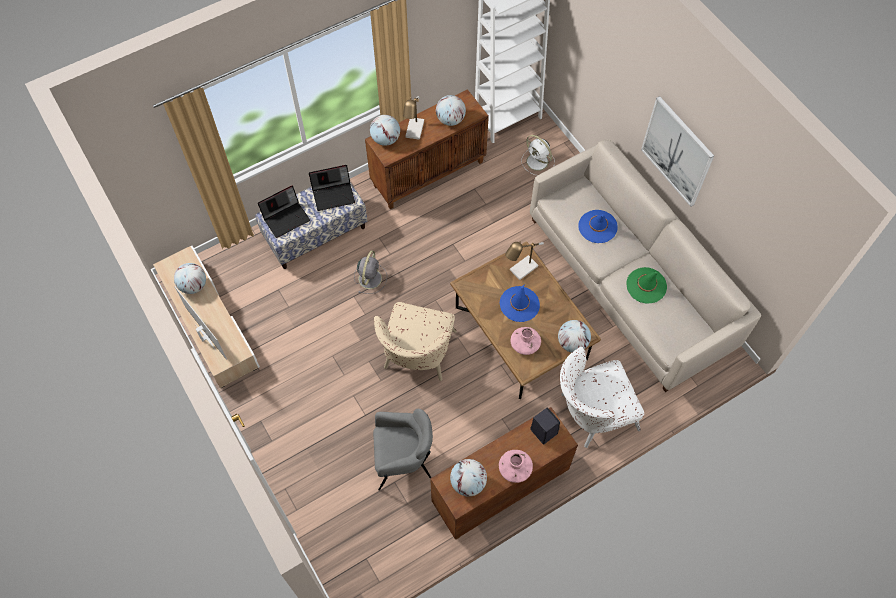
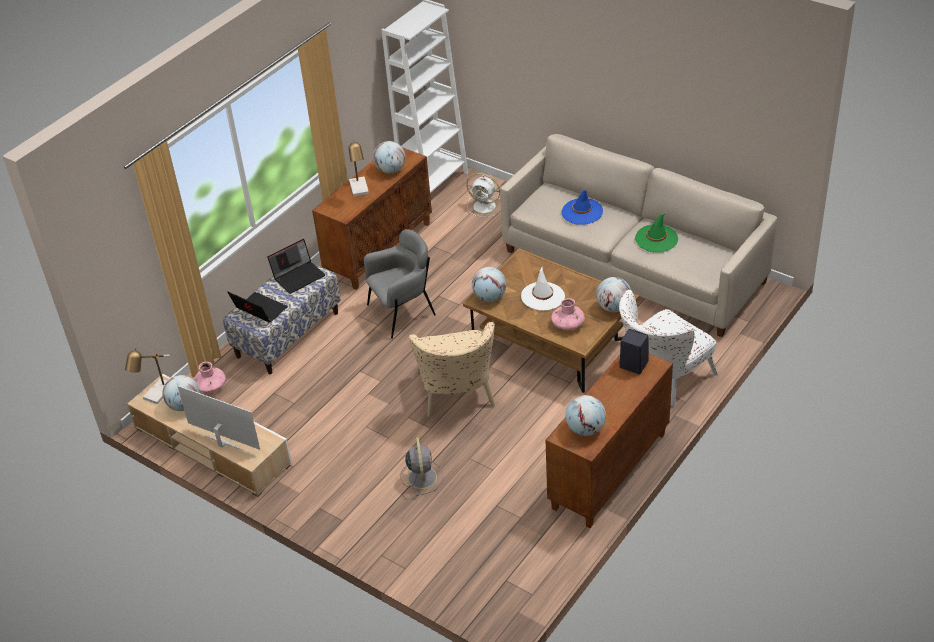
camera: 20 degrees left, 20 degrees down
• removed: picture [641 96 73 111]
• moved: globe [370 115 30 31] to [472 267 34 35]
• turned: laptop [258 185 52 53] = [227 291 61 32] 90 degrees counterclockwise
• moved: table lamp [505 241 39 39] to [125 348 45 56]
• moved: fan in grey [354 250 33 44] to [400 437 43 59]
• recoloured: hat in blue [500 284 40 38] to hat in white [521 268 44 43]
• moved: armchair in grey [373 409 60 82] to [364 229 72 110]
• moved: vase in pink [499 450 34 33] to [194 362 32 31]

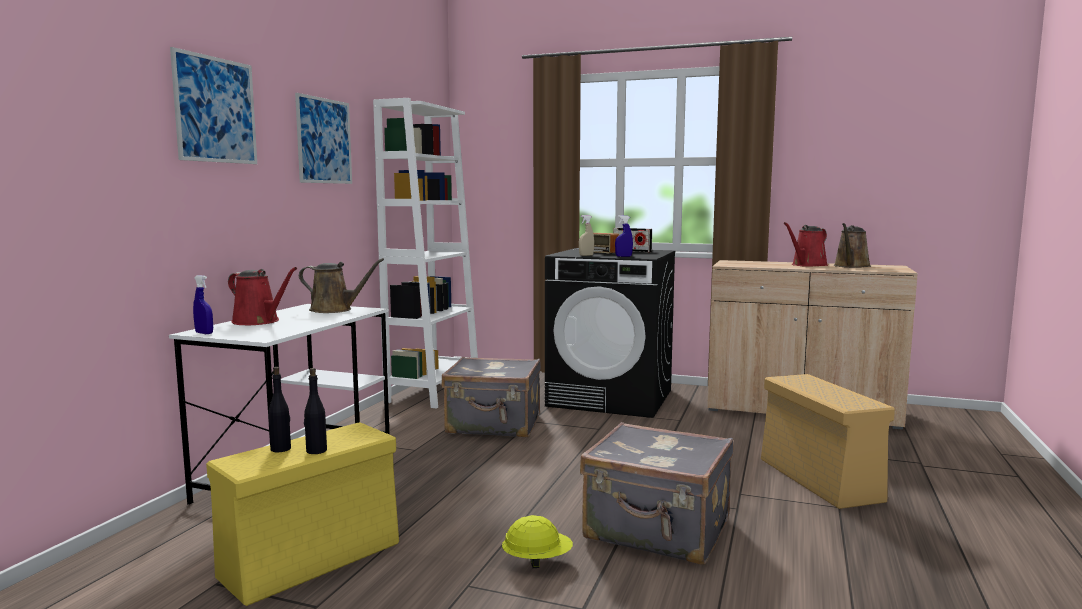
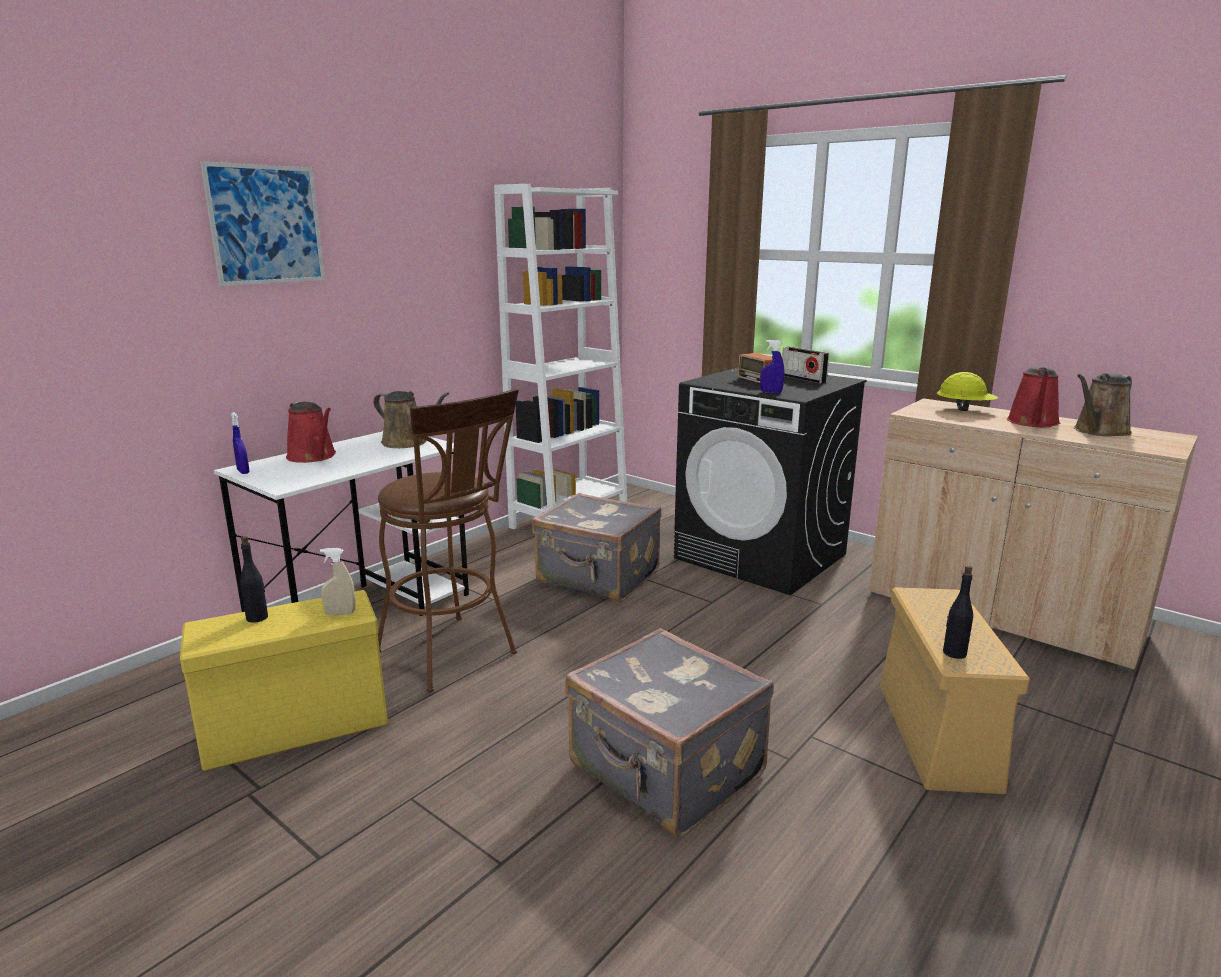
camera: 20 degrees right, 10 degrees up
• removed: picture [295 93 57 91]
• moved: spray bottle in beige [579 215 15 41] to [320 548 36 67]
• turned: watering can in red [784 222 44 45] = [1007 366 53 61] 45 degrees counterclockwise
• moved: bottle in black [304 368 23 86] to [943 565 30 94]
• moved: hard hat in yellow [502 515 71 53] to [937 372 61 39]
• added: stool in brown [378 389 141 303]

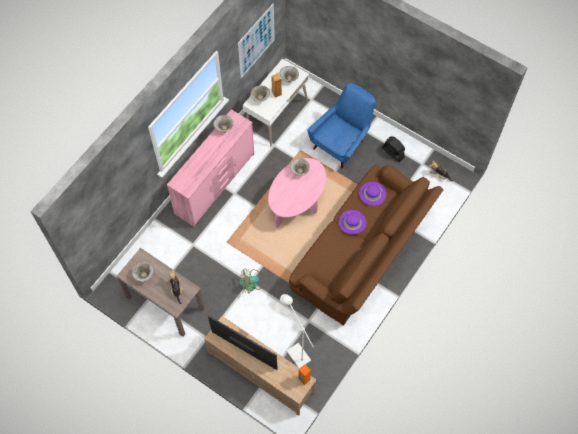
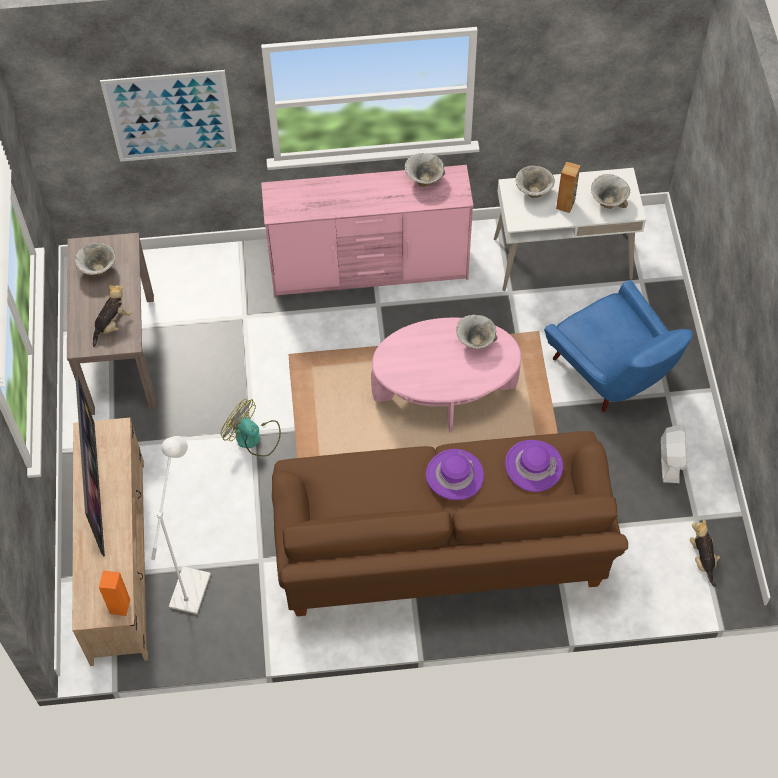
camera: 50 degrees right, 5 degrees down
• moved: picture [238 3 37 75] to [100 70 137 92]
• turned: armchair in blue [307 83 69 85] = [544 280 149 132] 60 degrees clockwise
• recoloured: fan in black [382 136 23 26] to fan in white [661 424 26 59]

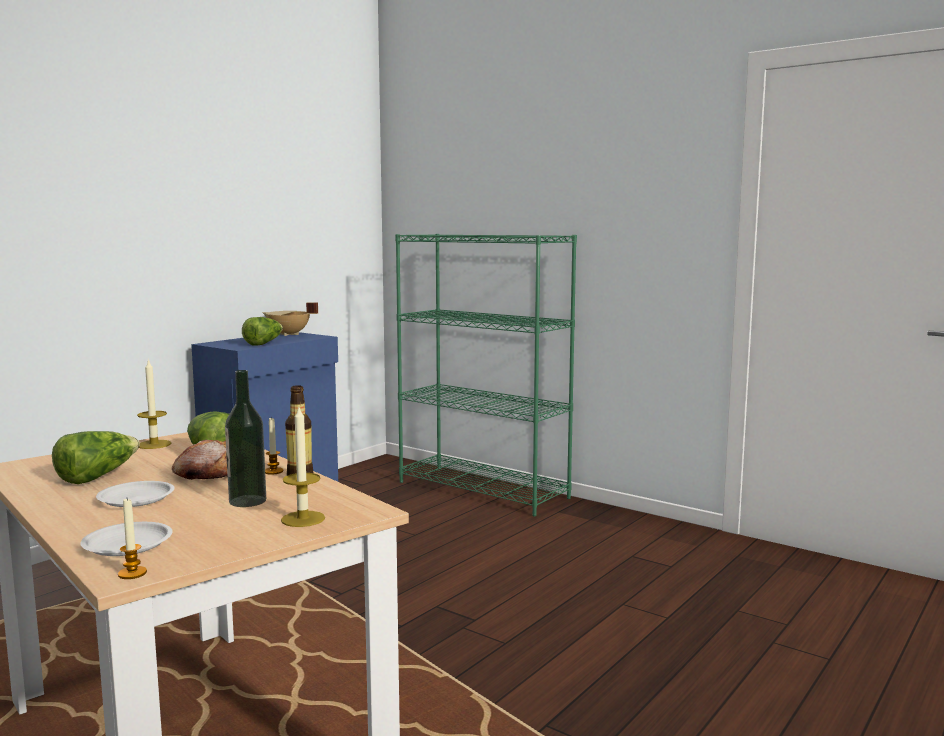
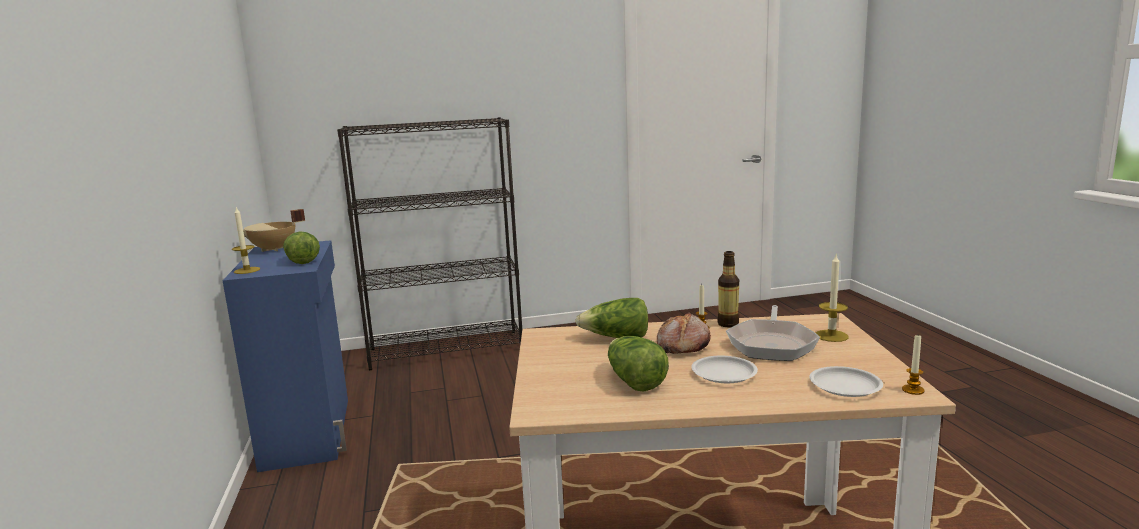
camera: 50 degrees left, 5 degrees up
• recoloured: bookcase in green [395 234 182 282] to bookcase in black [337 117 185 253]
• moved: candle [137 359 34 90] to [232 207 28 67]
• replaced: bottle [225 370 41 137] to frying pan [726 305 94 56]

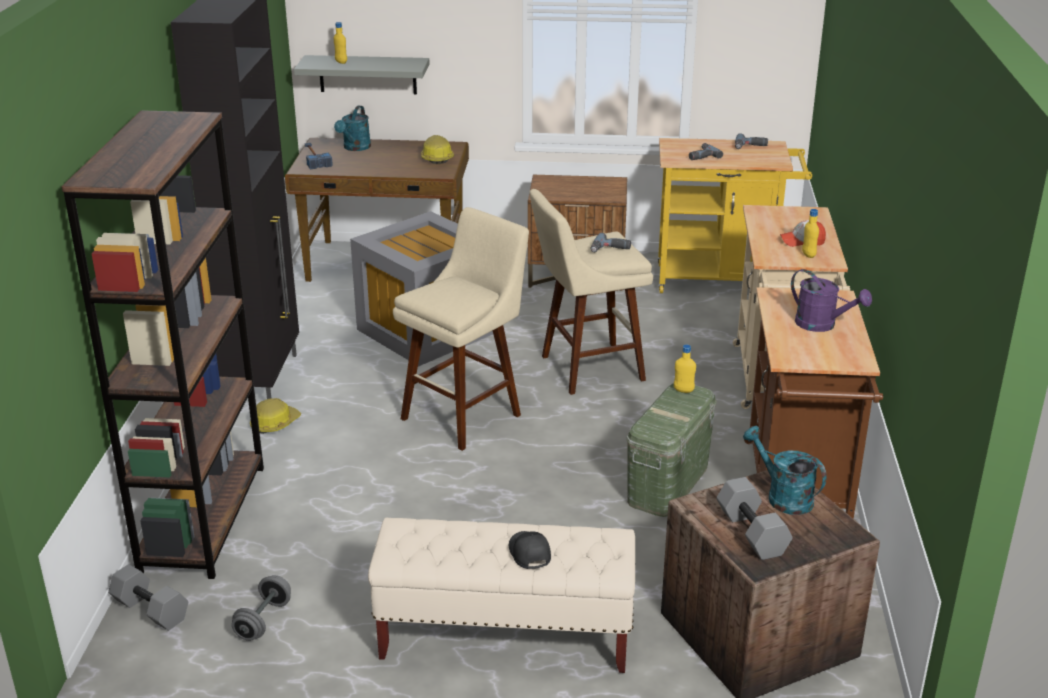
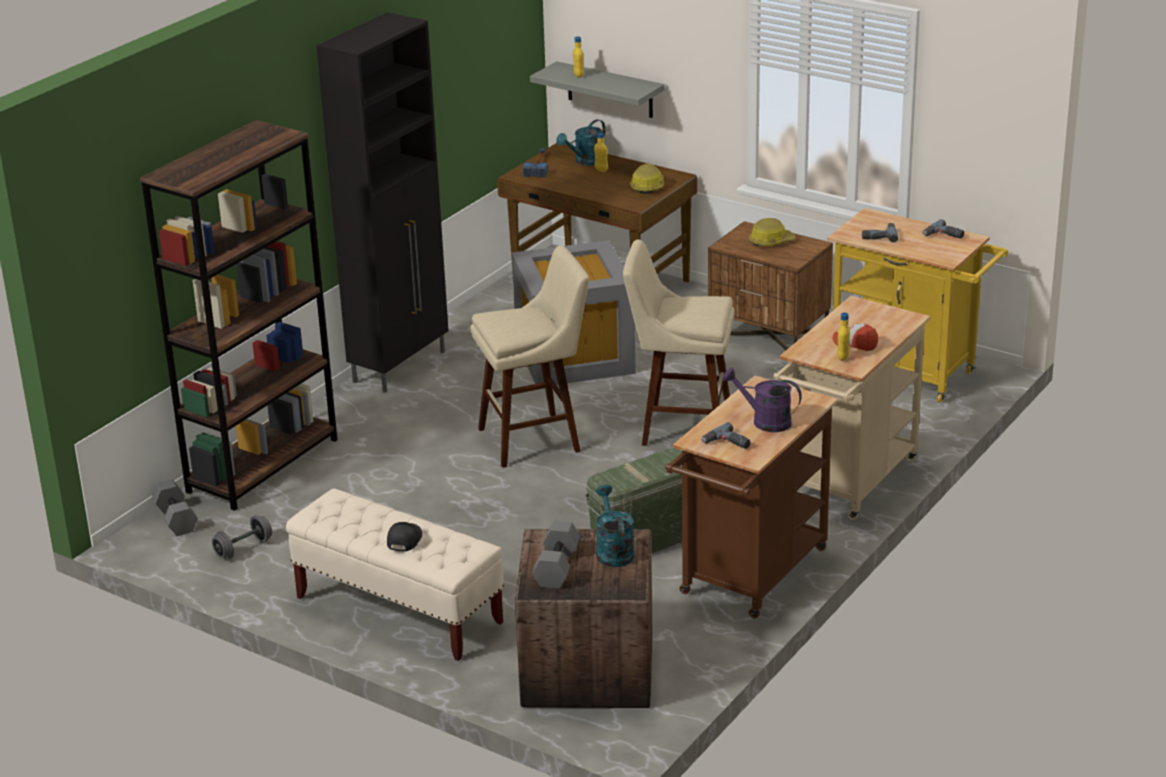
camera: 30 degrees right, 0 degrees up
• moved: power drill [590 233 41 19] to [702 422 49 27]
• turned: watering can in purple [791 269 81 63] = [722 367 80 65] 135 degrees clockwise
• moved: bottle in yellow [674 345 22 48] to [594 132 14 40]
• moved: hard hat [250 398 51 36] to [749 218 47 28]

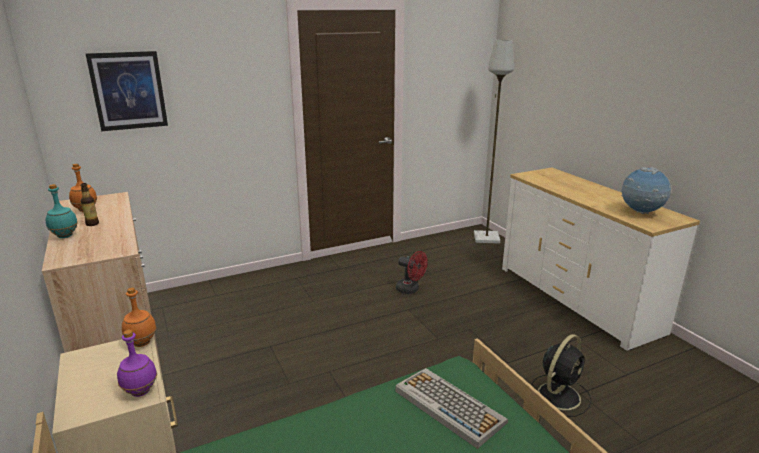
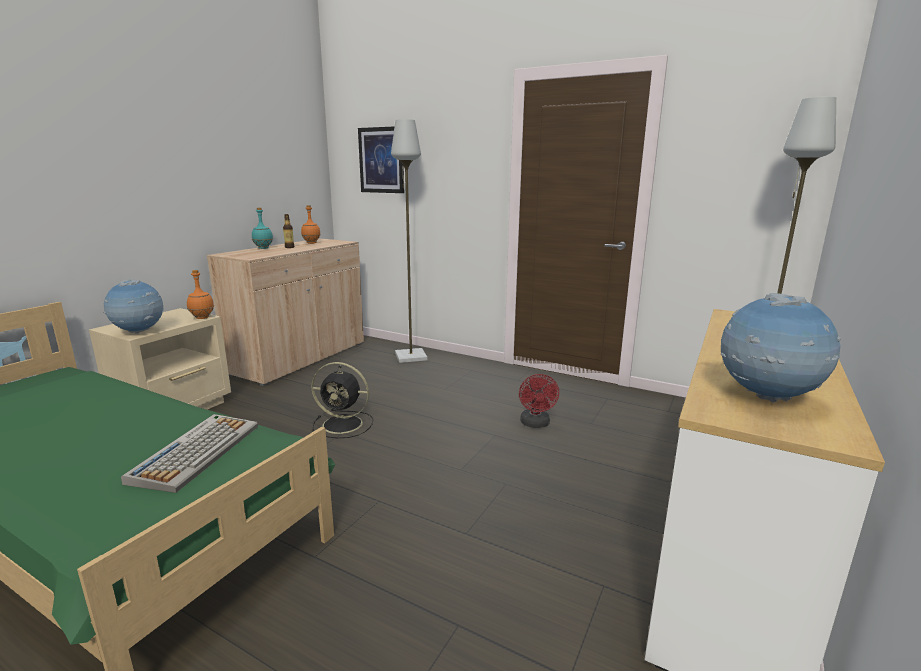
camera: 55 degrees right, 5 degrees down
• replaced: bottle in purple [117 330 40 67] to globe [103 279 61 55]
• moved: fan in black [531 334 61 83] to [311 362 62 76]
• added: floor lamp in grey [391 119 37 244]

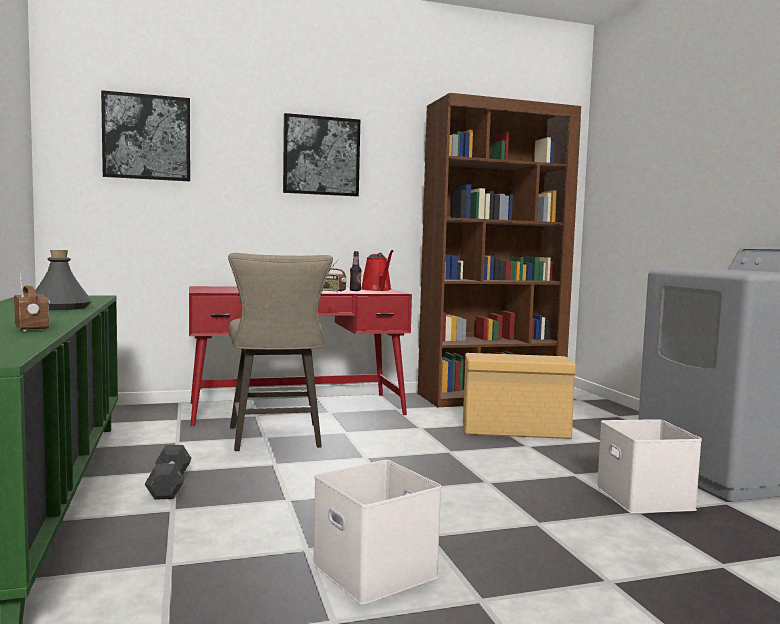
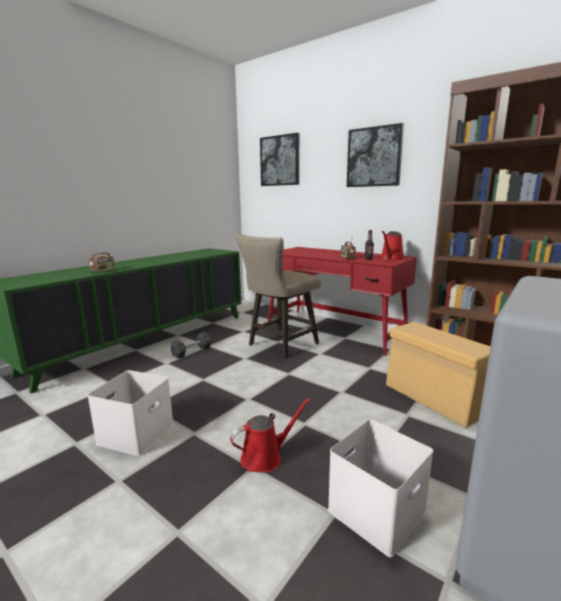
camera: 55 degrees right, 10 degrees up
• removed: bottle in grey [35 250 57 60]
• added: watering can in red [230 398 81 75]

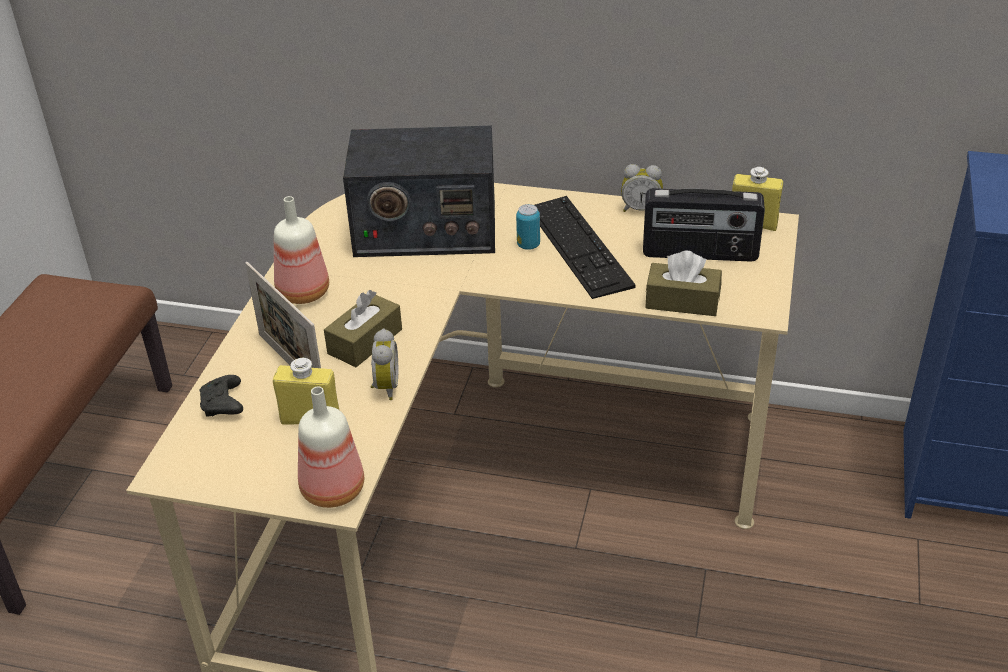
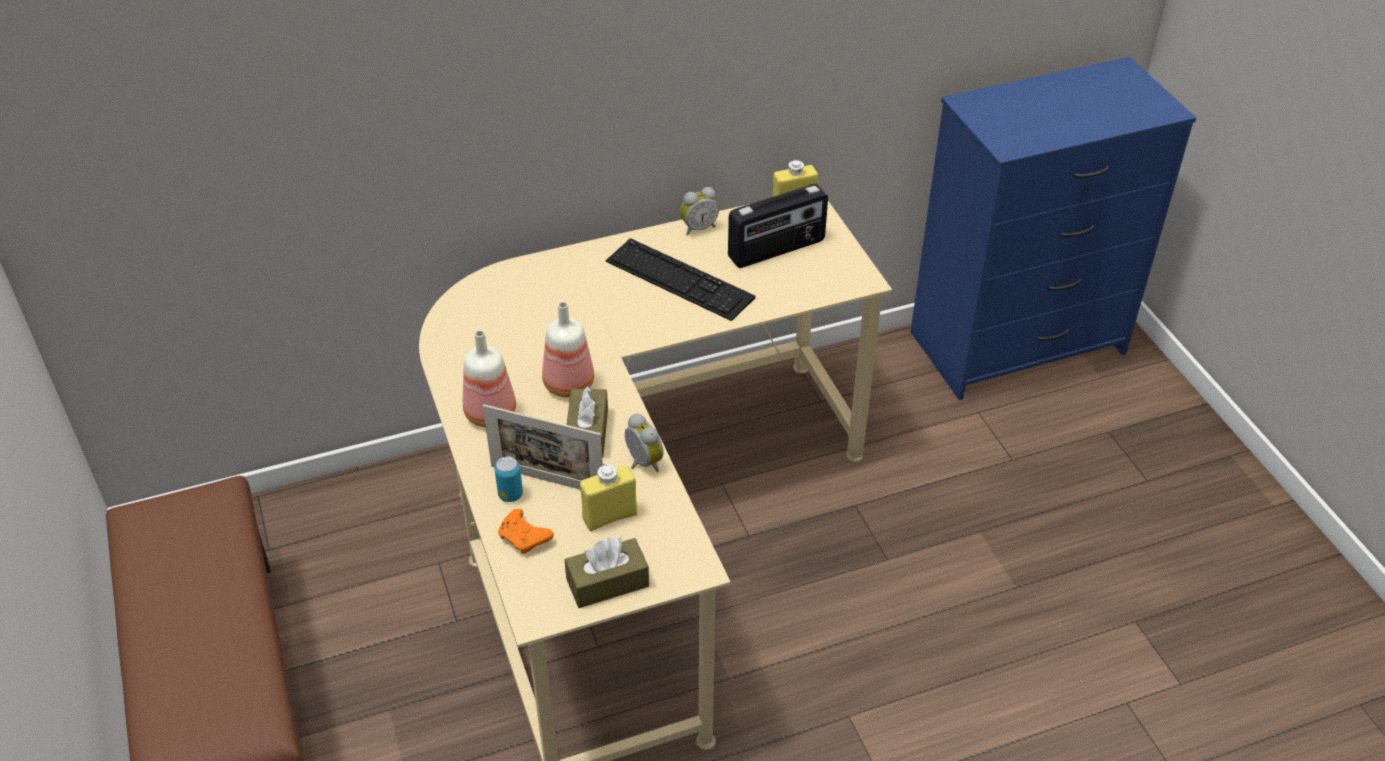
camera: 35 degrees left, 5 degrees up
• removed: radio [343 126 152 131]
• moved: can [516 204 24 46] to [495 456 28 46]
• moved: tissue box in brown [645 251 77 65] to [565 537 84 71]
• recoloured: game controller in black [200 375 43 41] to game controller in orange [498 509 56 45]
• moved: bottle [298 386 66 122] to [542 302 52 95]

